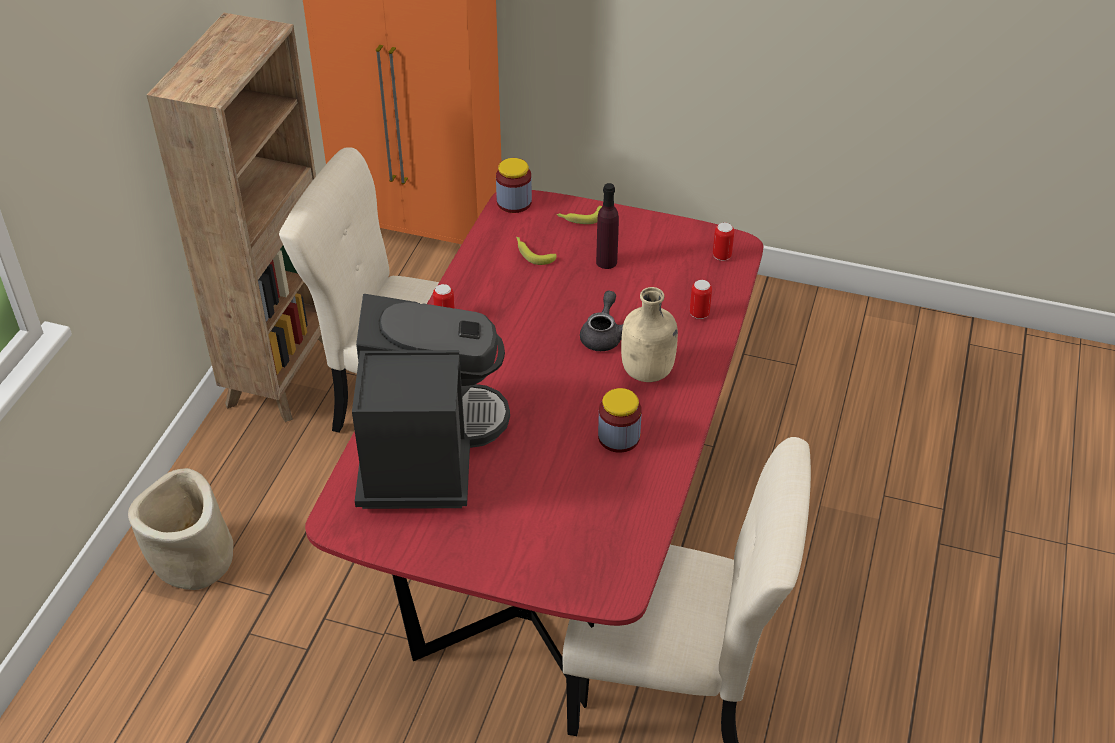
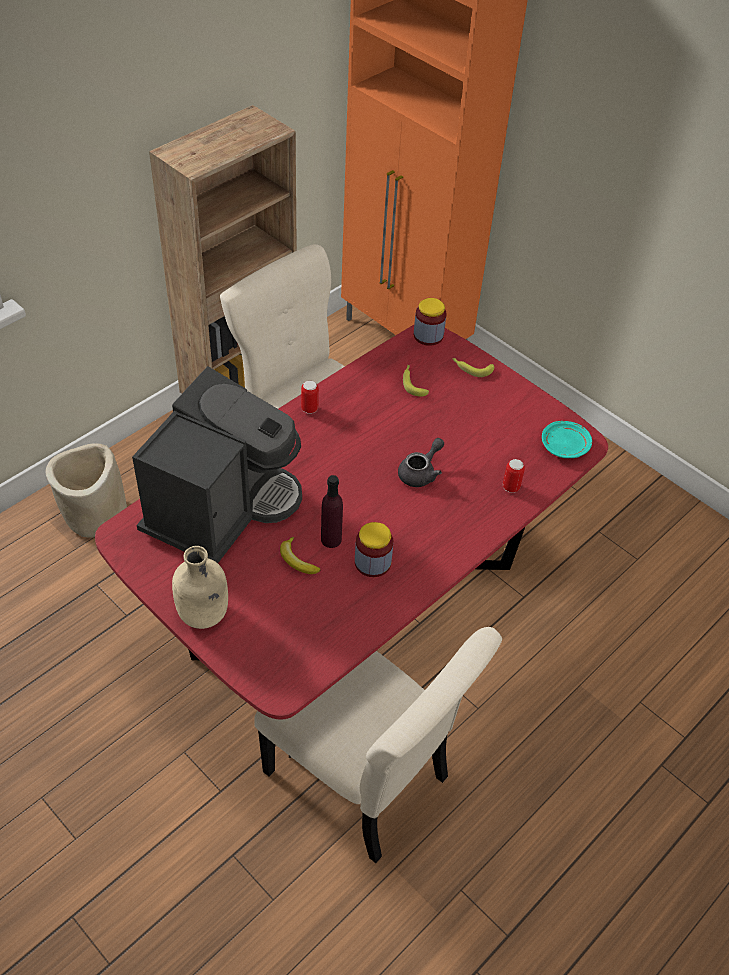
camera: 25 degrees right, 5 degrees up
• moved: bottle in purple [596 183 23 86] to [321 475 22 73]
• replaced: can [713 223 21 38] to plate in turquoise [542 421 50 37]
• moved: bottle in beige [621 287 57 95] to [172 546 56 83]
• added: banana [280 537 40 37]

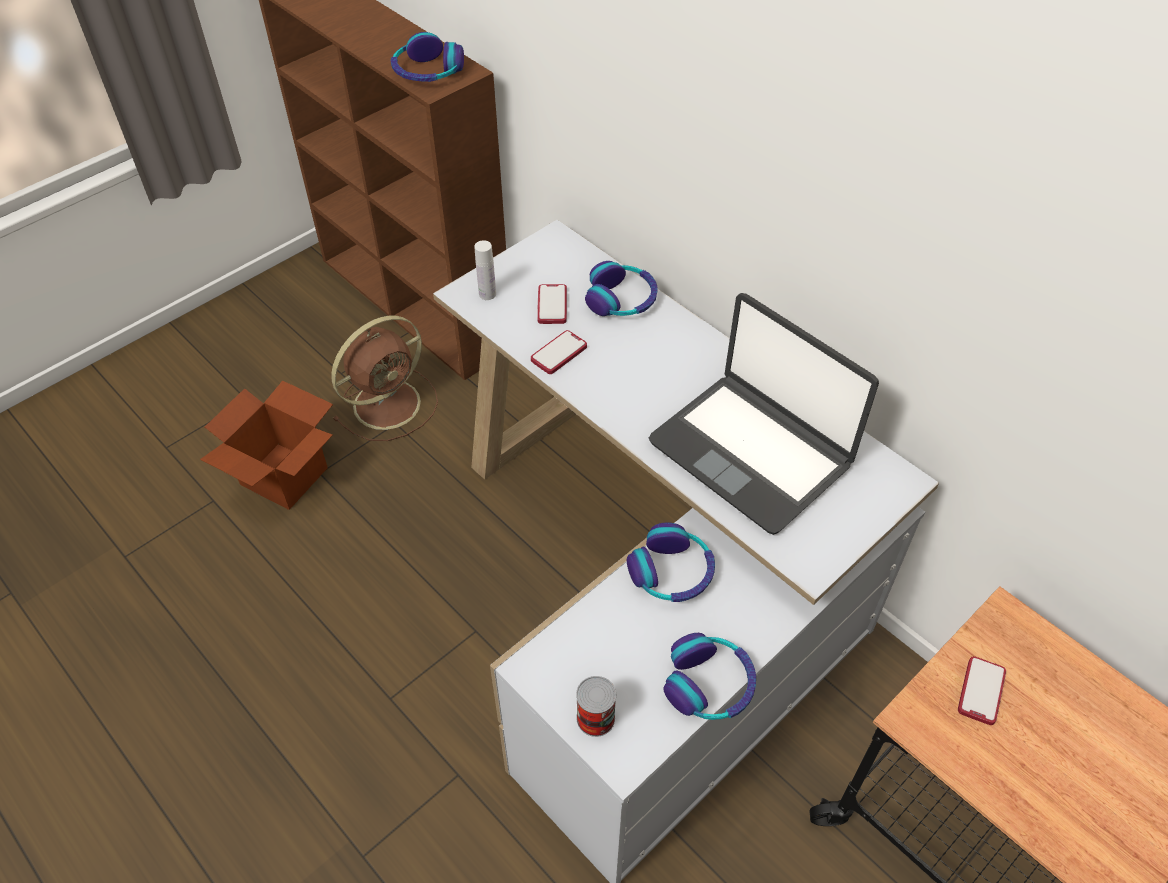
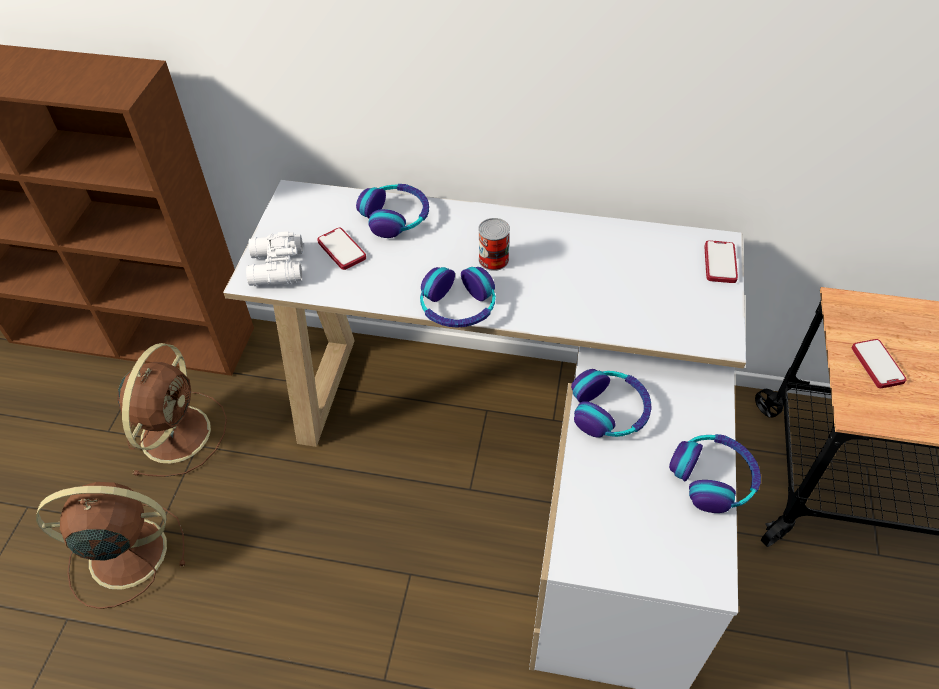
camera: 35 degrees left, 0 degrees up
• moved: headphones [391 32 73 50] to [420 267 76 61]
• replaced: bottle in white [474 240 22 60] to binoculars in white [246 231 57 55]
• removed: laptop [649 293 230 242]
• moved: phone [531 330 56 44] to [705 240 33 43]
• replaced: cardboard box [200 381 133 129] to fan in brown [36 482 149 127]
• moved: can [576 676 40 61] to [478 218 32 53]

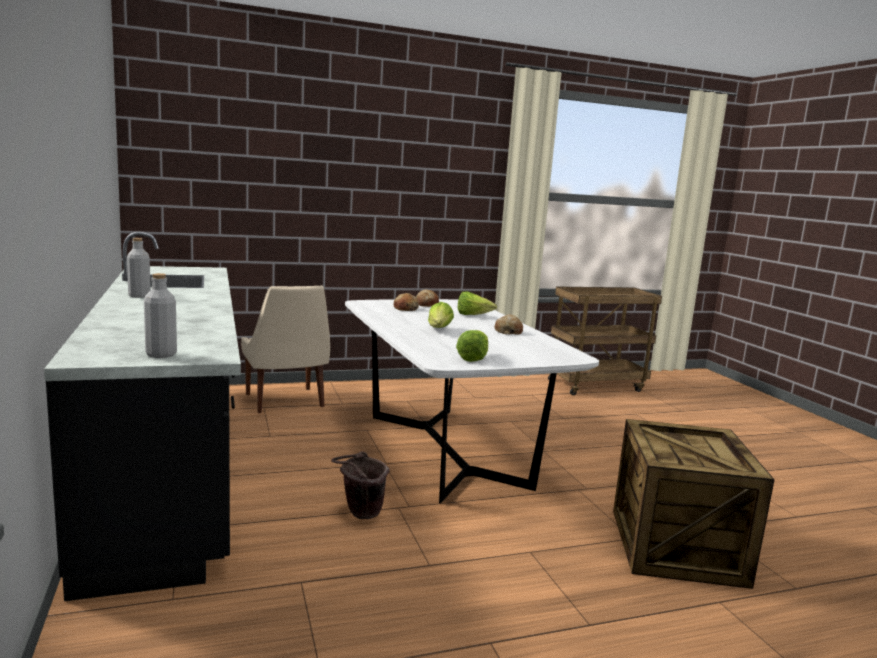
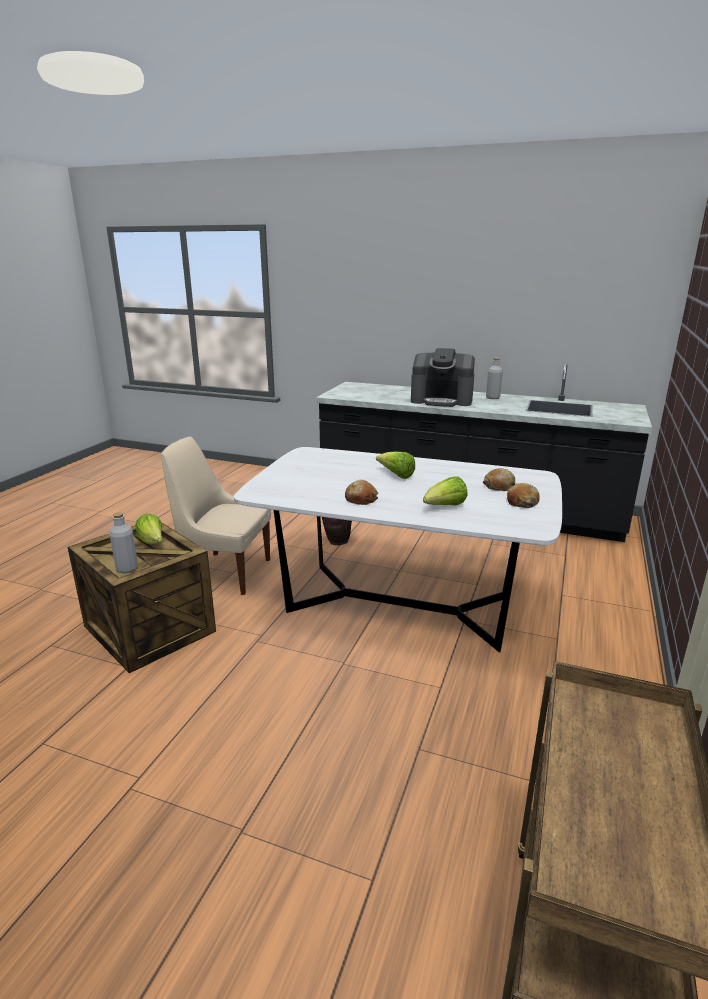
camera: 130 degrees right, 10 degrees up
• moved: bottle in grey [144 273 33 85] to [110 512 28 62]
• moved: chair in beige [241 286 89 127] to [161 437 110 158]
• moved: lettuce [456 330 32 32] to [135 514 28 30]
• added: coffee machine [411 348 64 59]

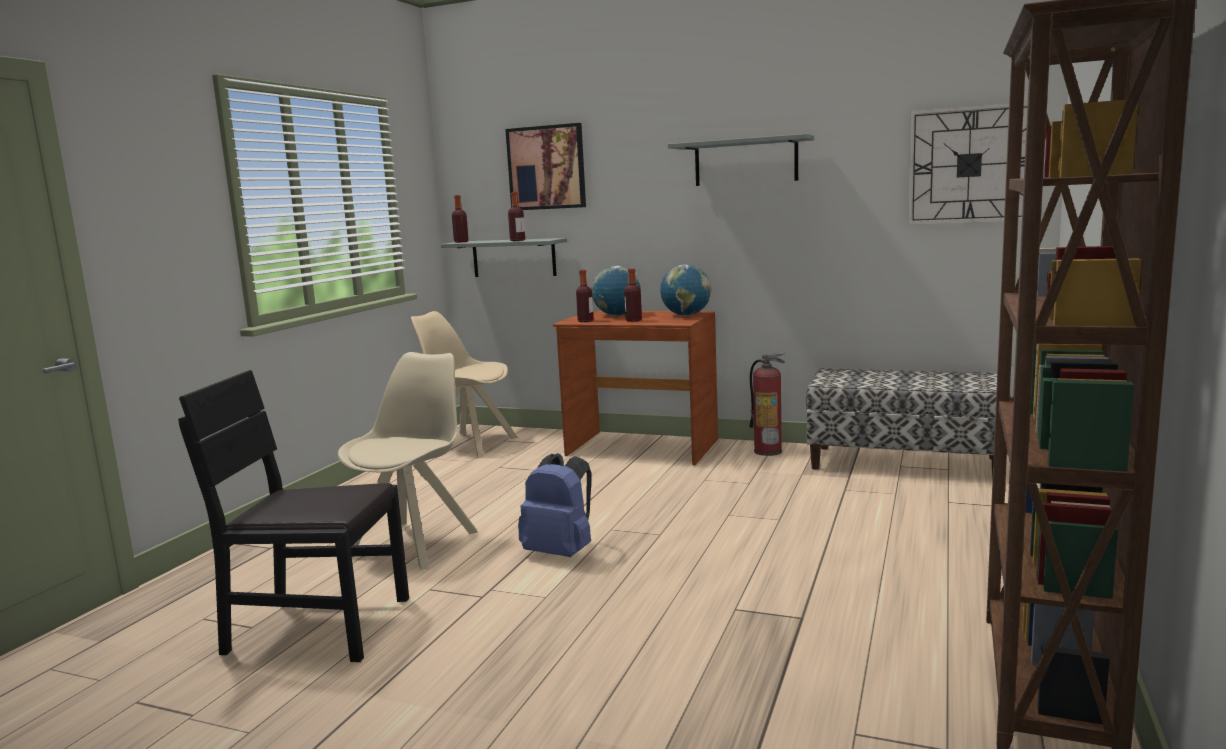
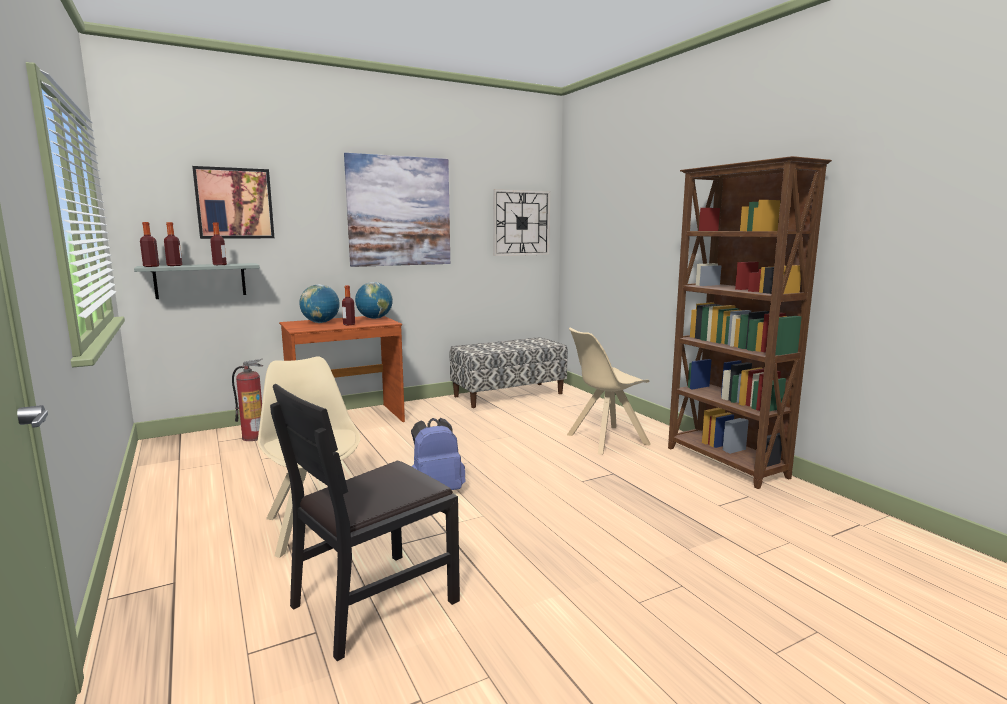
camera: 50 degrees left, 0 degrees up
• replaced: shelf in grey [668 134 146 52] to picture [344 153 106 114]
• moved: bottle [576 270 18 52] to [164 222 18 44]
• moved: chair in beige [411 311 107 146] to [567 328 84 127]
• moved: fire extinguisher [749 353 36 103] to [232 359 31 82]

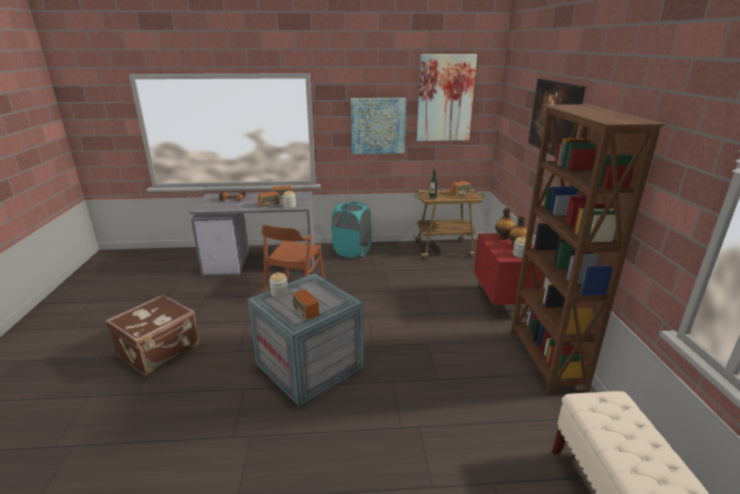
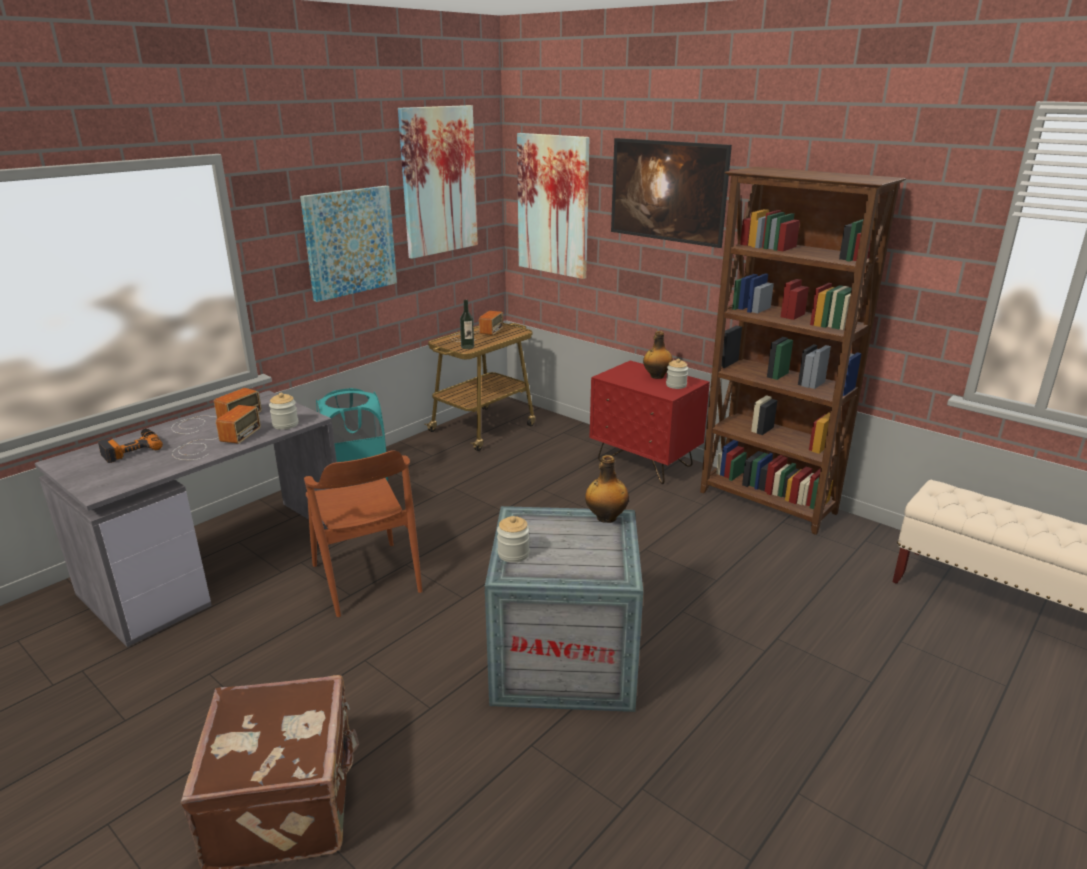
camera: 45 degrees left, 0 degrees up
• moved: bottle [495 207 21 32] to [585 455 44 68]
• removed: radio [292 288 31 32]
• added: picture [517 133 72 146]

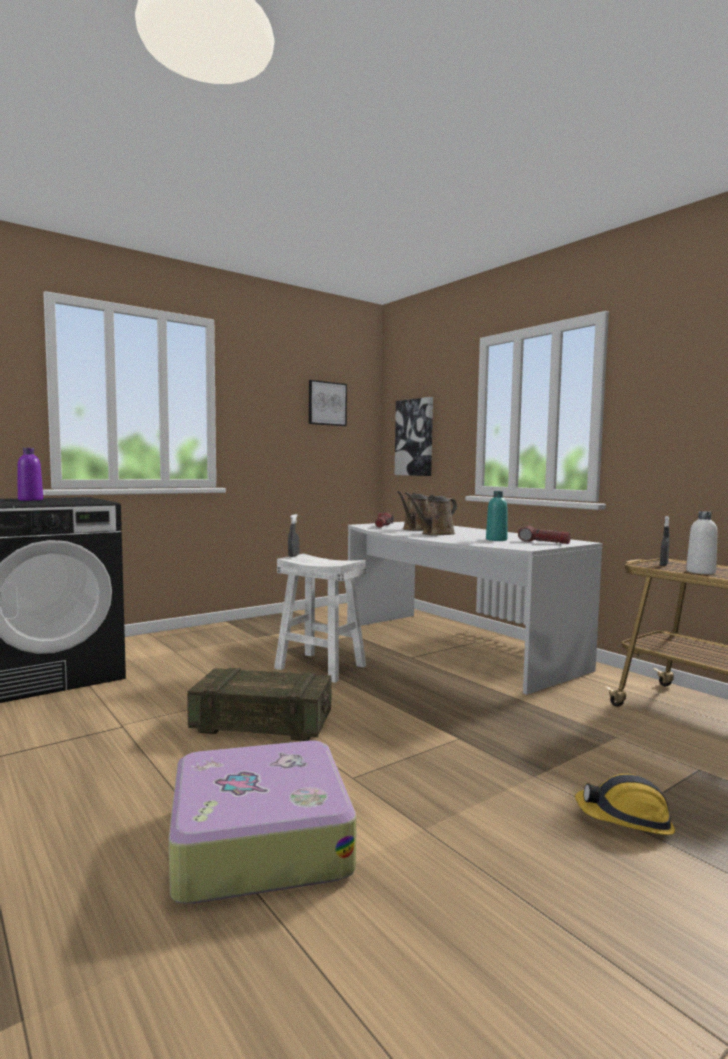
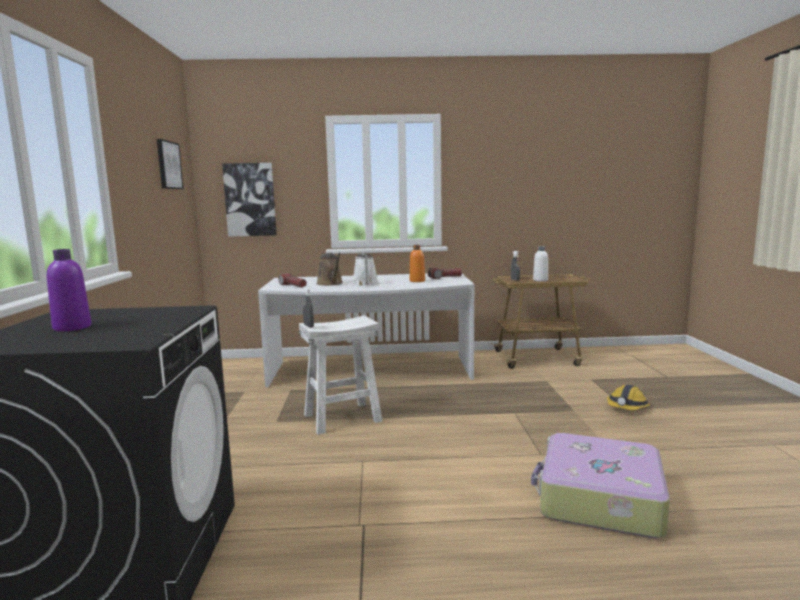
camera: 55 degrees left, 5 degrees up
• recoloured: bottle in turquoise [486 491 21 50] to bottle in orange [410 245 15 37]
• recoloured: watering can in brown [405 492 52 43] to watering can in white [352 253 27 33]
• removed: crate [187 668 145 73]

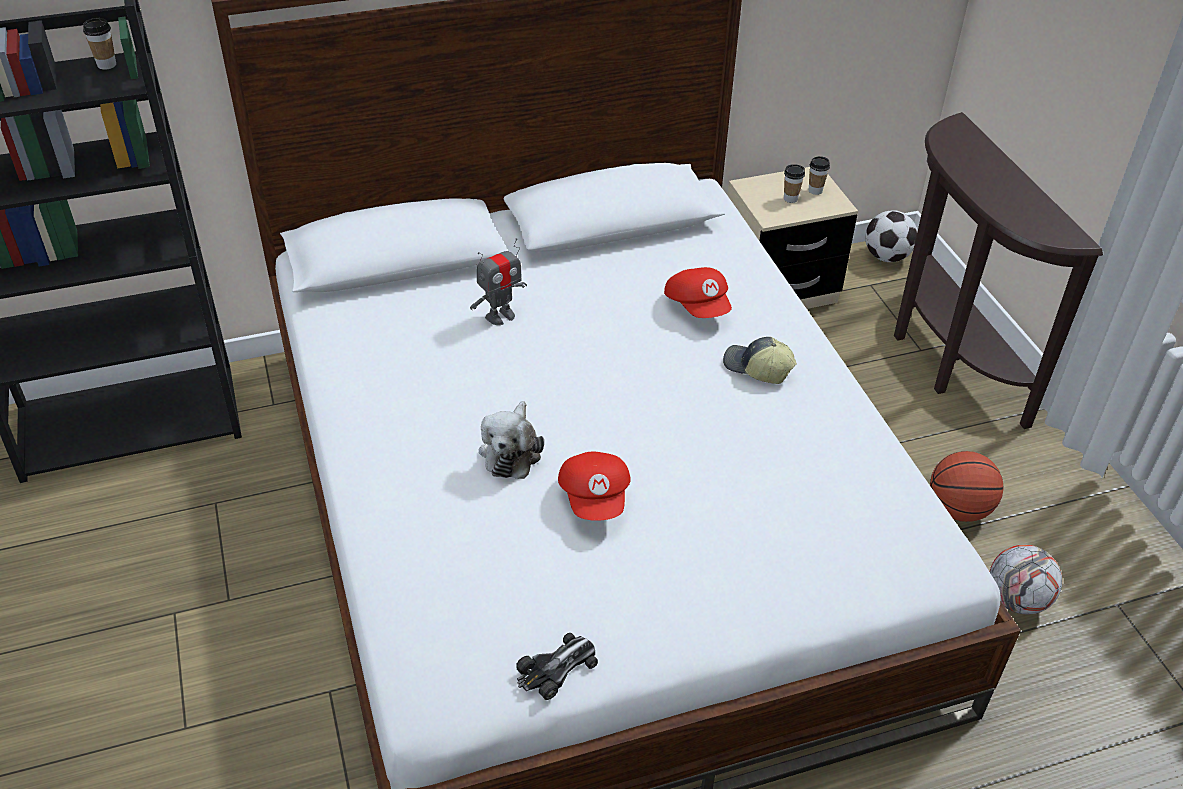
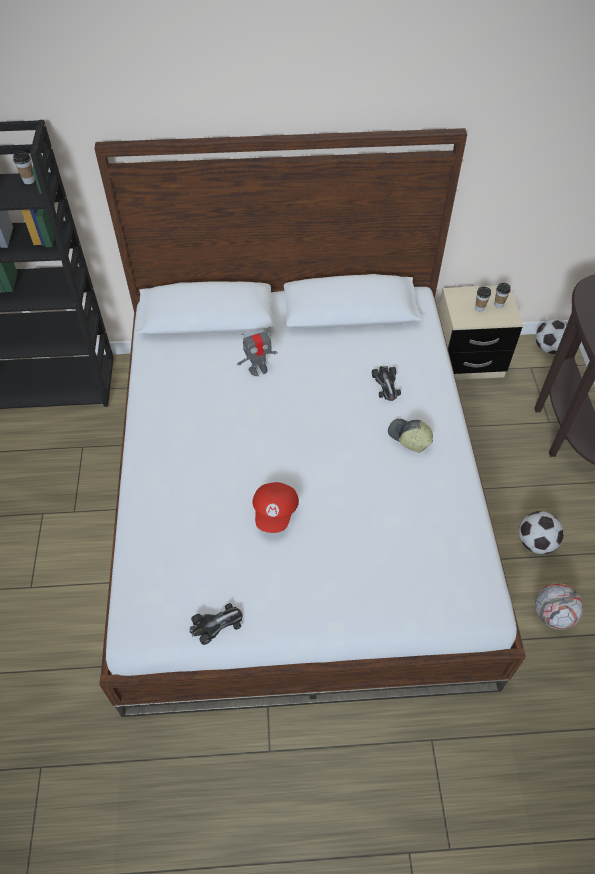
camera: 15 degrees right, 10 degrees up
• replaced: cap in red [664 267 68 51] to toy car [372 366 29 35]
• removed: plush toy [479 401 65 78]
• replaced: basketball [930 451 74 71] to football [519 511 45 43]

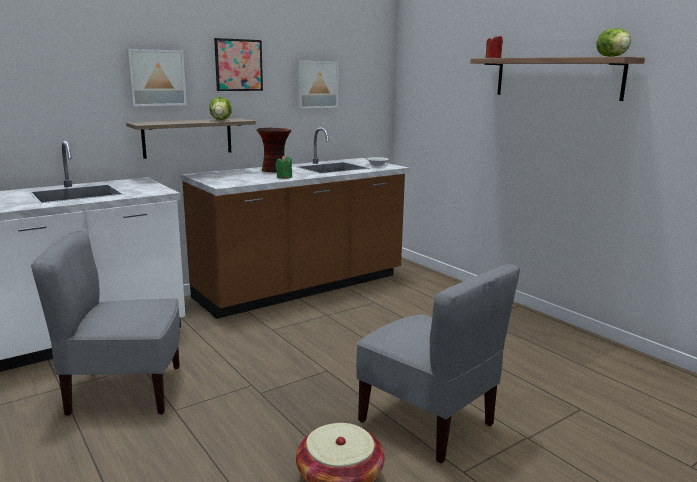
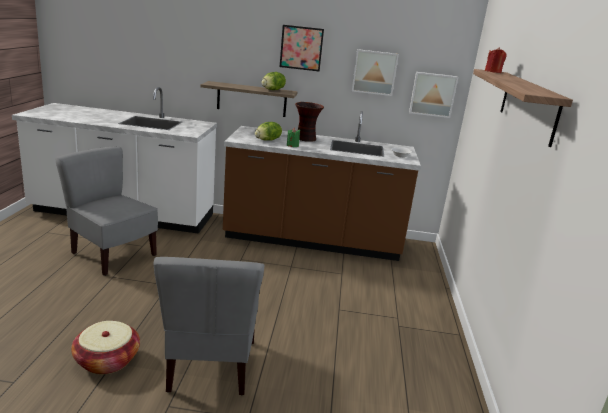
camera: 40 degrees right, 5 degrees up
• moved: lettuce [596 28 35 29] to [255 122 27 19]
• moved: picture [126 49 61 57] to [409 72 49 46]

